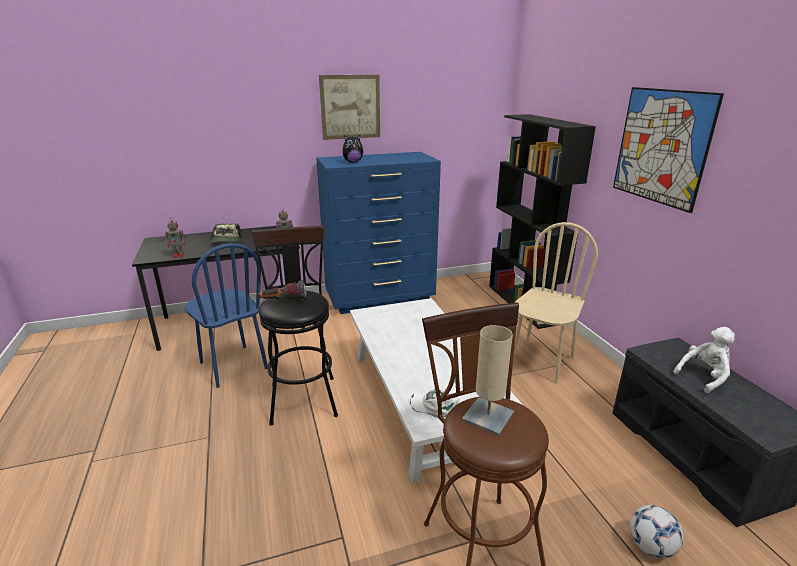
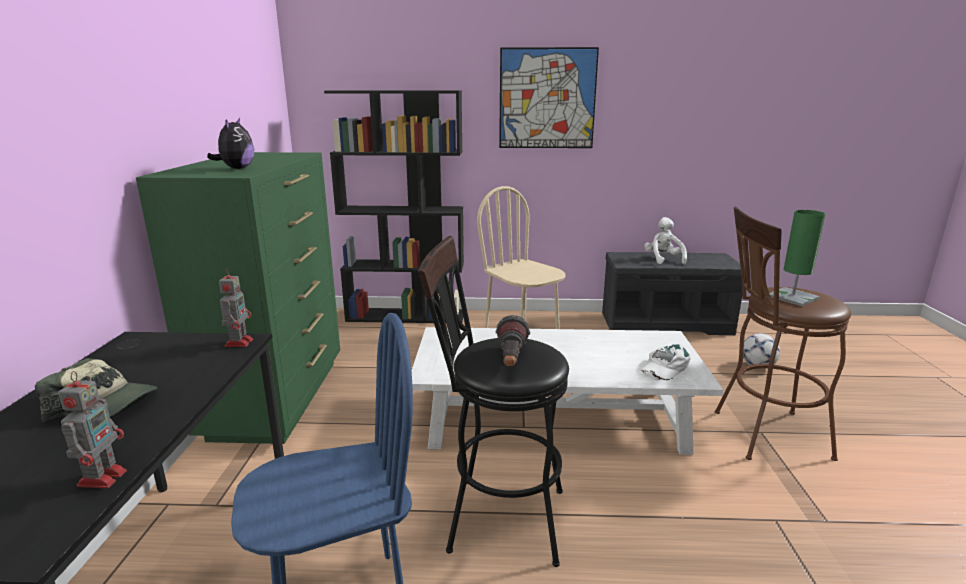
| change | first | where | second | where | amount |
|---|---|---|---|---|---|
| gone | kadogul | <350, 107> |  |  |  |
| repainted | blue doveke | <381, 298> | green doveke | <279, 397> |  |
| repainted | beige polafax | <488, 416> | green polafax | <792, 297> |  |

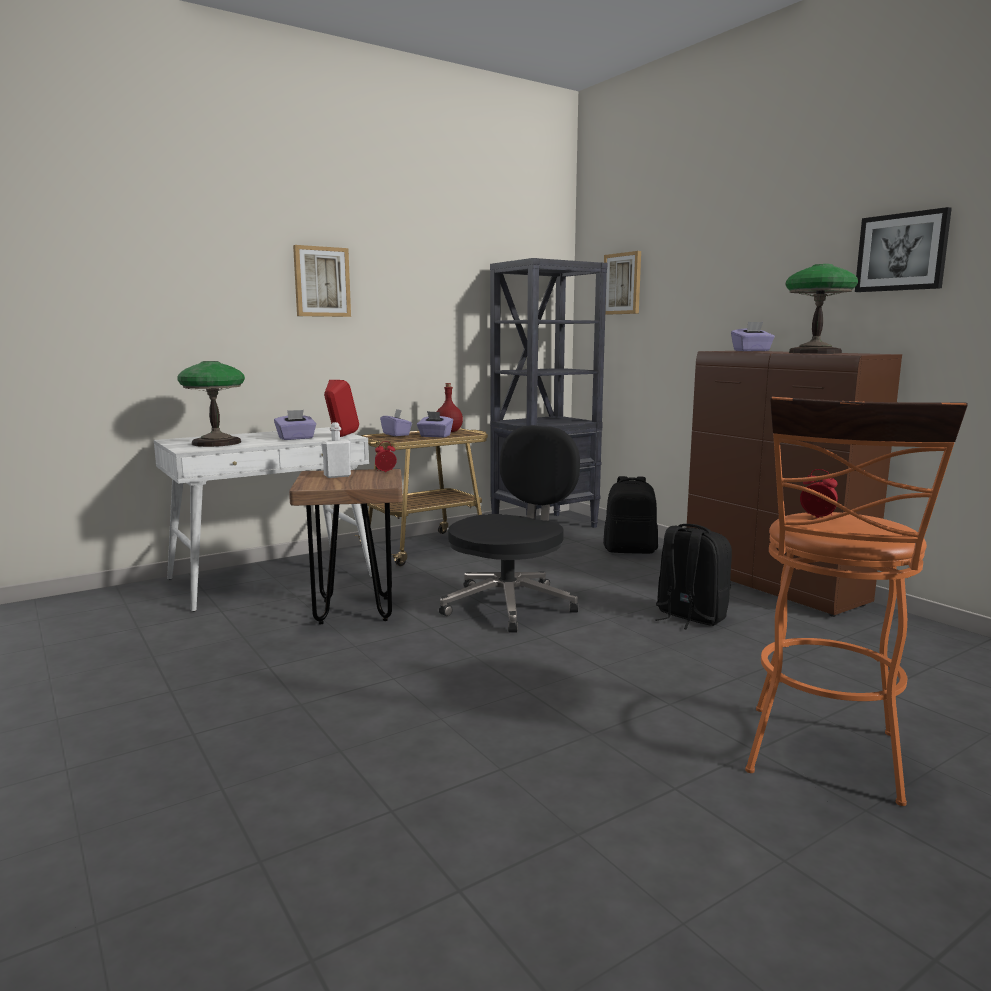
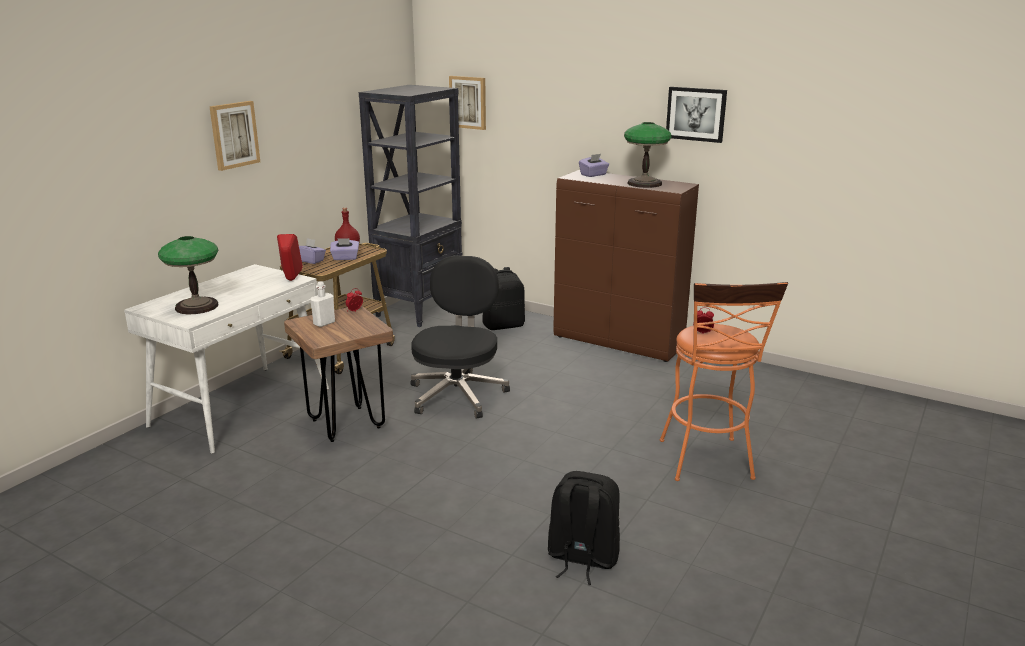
| change | first | where | second | where | amount |
|---|---|---|---|---|---|
| gone | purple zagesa | <296, 438> |  |  |  |
| shifted | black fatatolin | <689, 617> |  | <582, 558> |  |

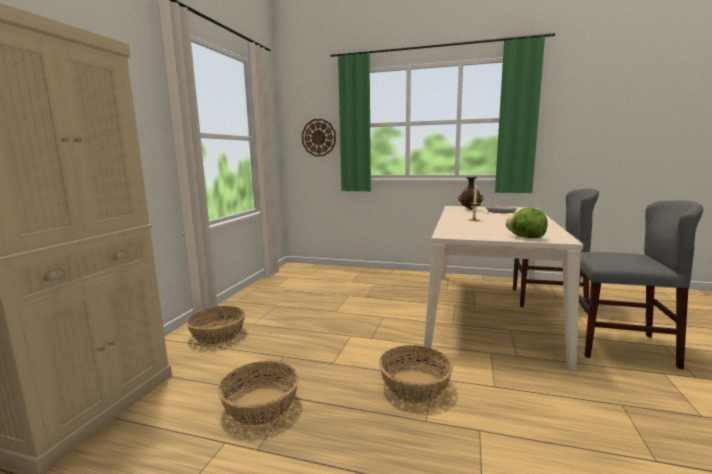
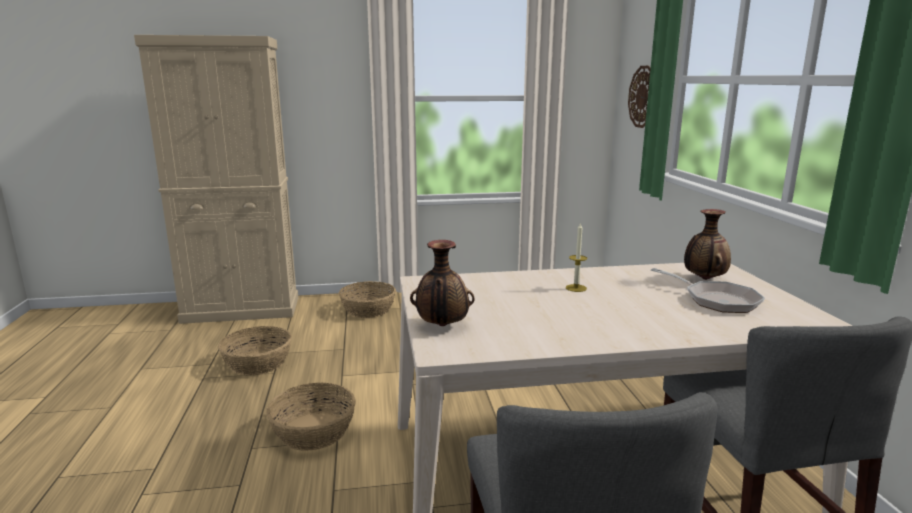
| change | first | where | second | where | amount |
|---|---|---|---|---|---|
| swapped | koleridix | <526, 237> | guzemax | <442, 326> |  |

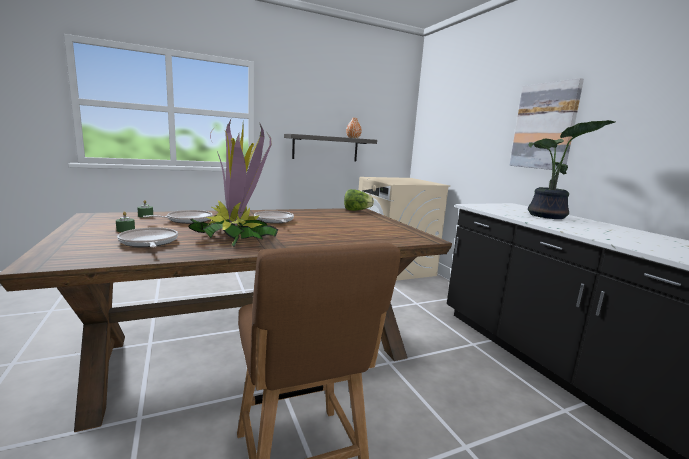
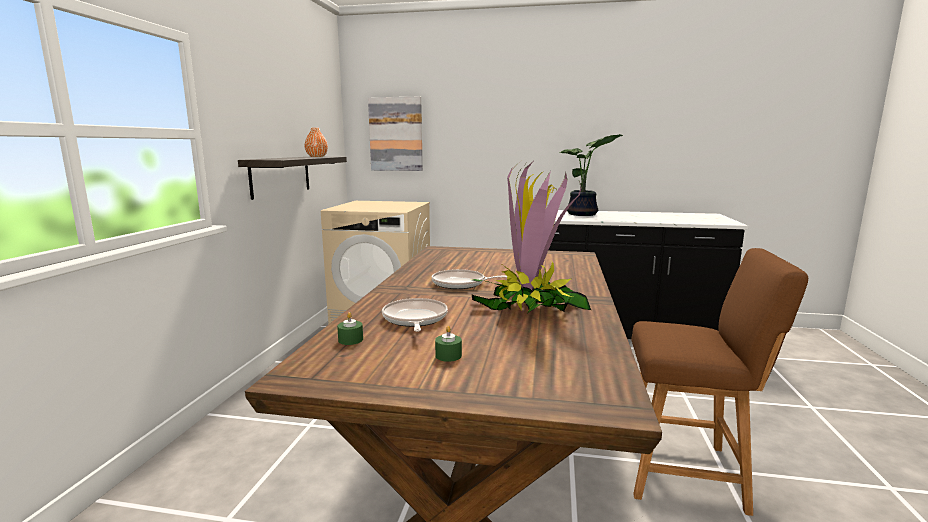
| change | first | where | second | where | amount |
|---|---|---|---|---|---|
| gone | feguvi | <149, 242> |  |  |  |
| gone | koleridix | <356, 210> |  |  |  |
| shifted | kadogul | <544, 126> |  | <396, 134> |  |

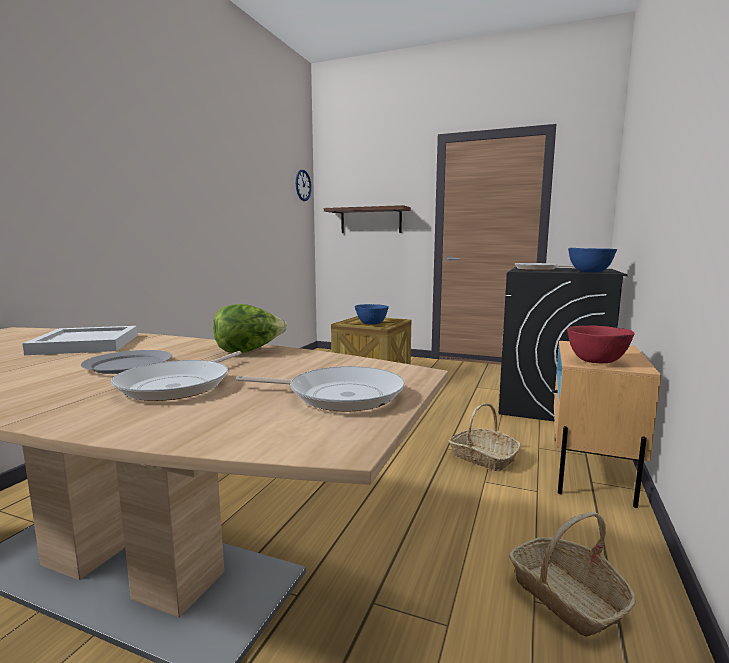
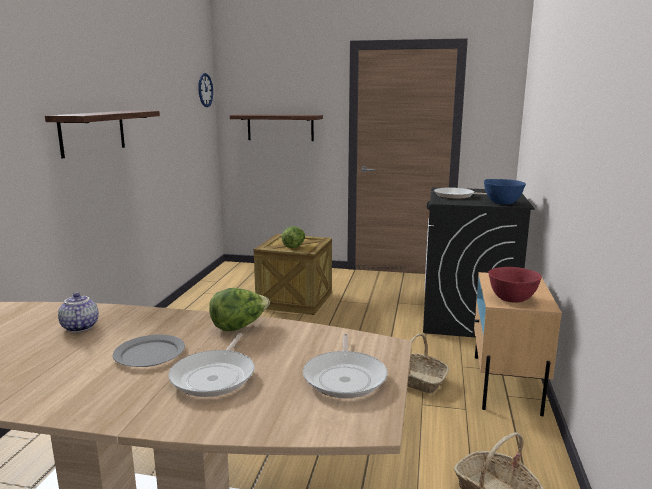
| change | first | where | second | where | amount |
|---|---|---|---|---|---|
| new |  |  | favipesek | <93, 132> |  |
| swapped | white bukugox | <84, 344> | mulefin | <79, 327> |  |
| swapped | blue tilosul | <371, 324> | koleridix | <294, 246> |  |
| rotated | feguvi | <339, 395> |  | <345, 377> | 90 degrees clockwise |

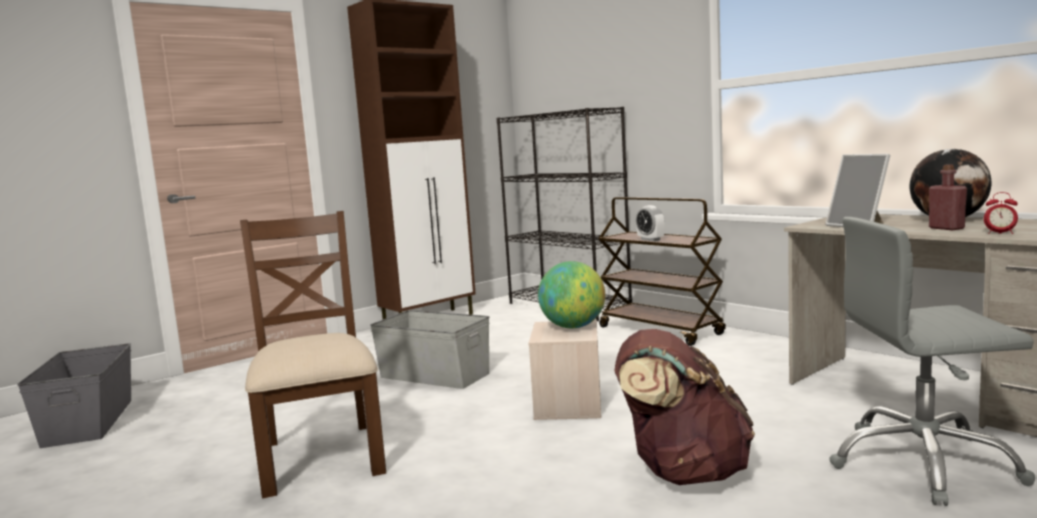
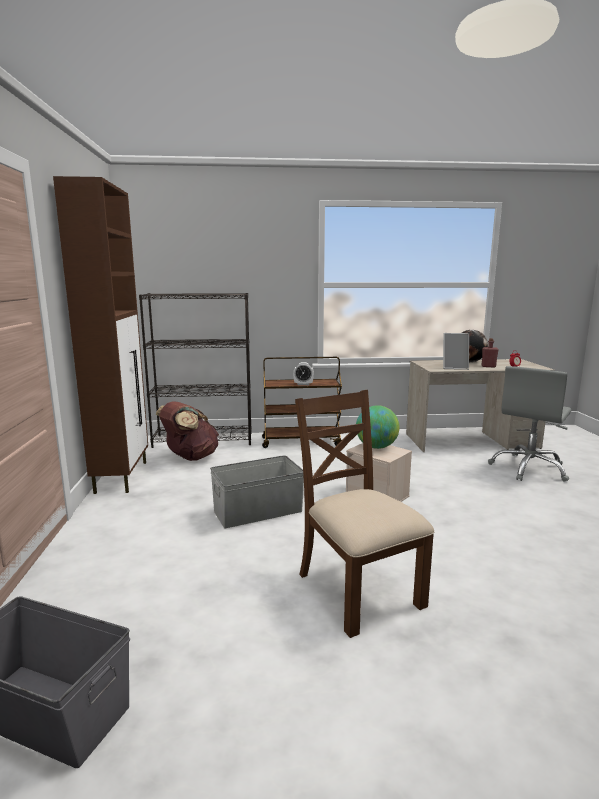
| change | first | where | second | where | amount |
|---|---|---|---|---|---|
| shifted | brown fatatolin | <682, 472> |  | <190, 457> |  |
| rotated | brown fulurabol | <322, 457> |  | <357, 589> | 45 degrees clockwise |

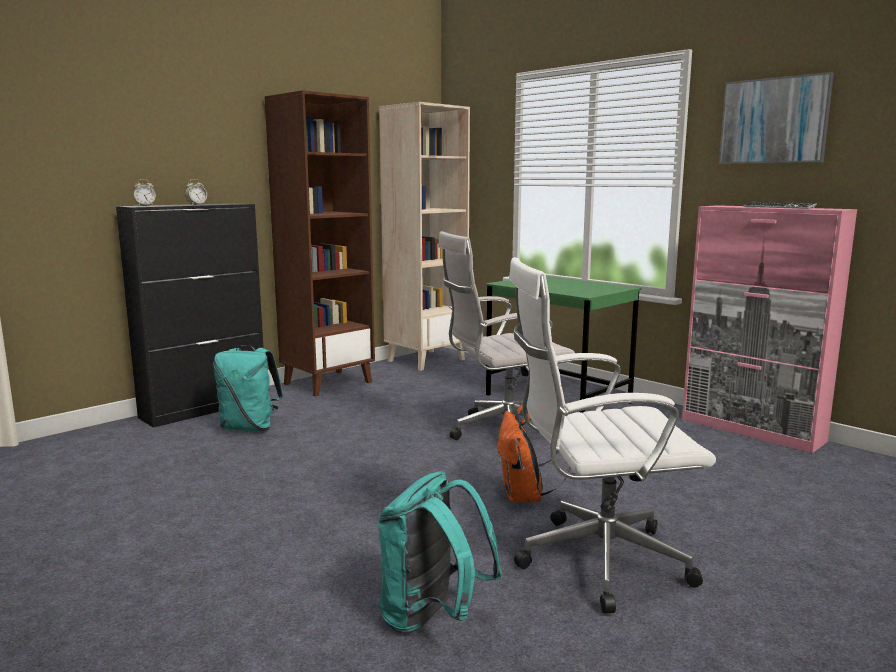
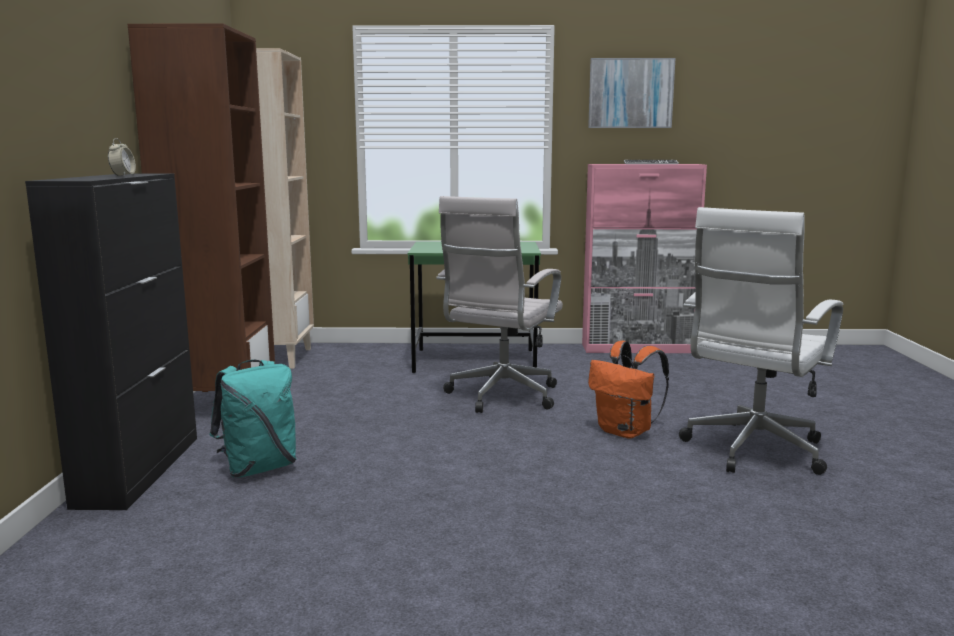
| change | first | where | second | where | amount |
|---|---|---|---|---|---|
| gone | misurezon | <145, 206> |  |  |  |
| gone | turquoise fatatolin | <432, 618> |  |  |  |

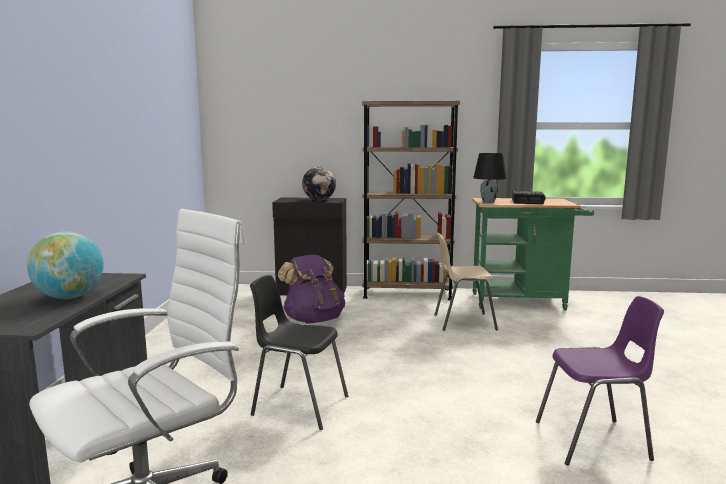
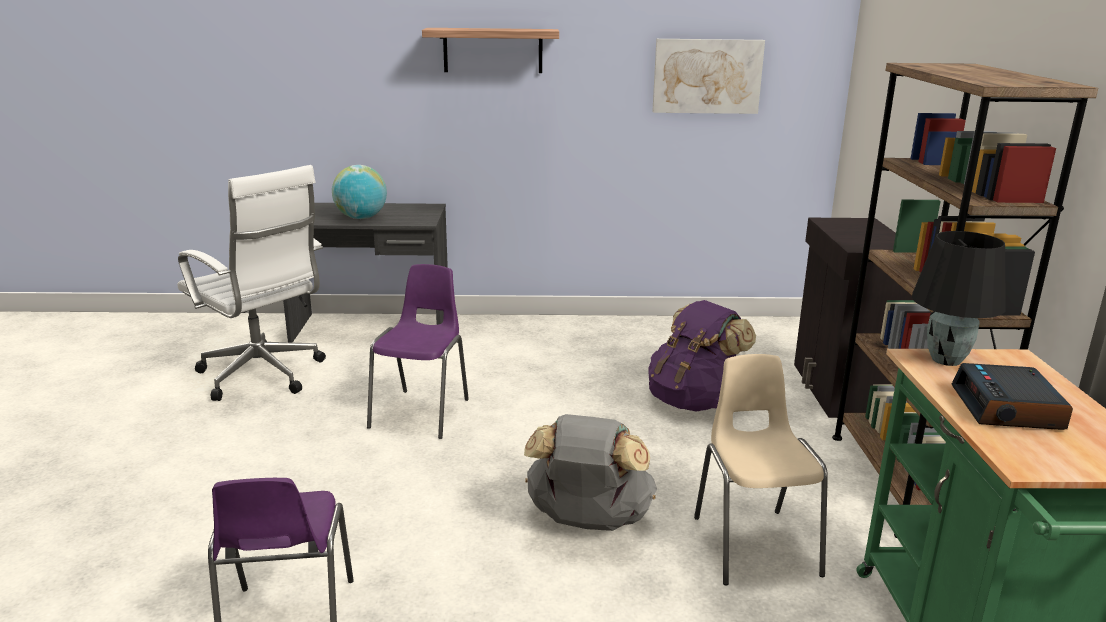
| change | first | where | second | where | amount |
|---|---|---|---|---|---|
| gone | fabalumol | <319, 200> |  |  |  |
| new |  |  | favipesek | <493, 50> |  |
| new |  |  | grey fatatolin | <588, 522> |  |
| new |  |  | kadogul | <707, 76> |  |
| repainted | black fulurabol | <298, 405> | purple fulurabol | <422, 412> |  |

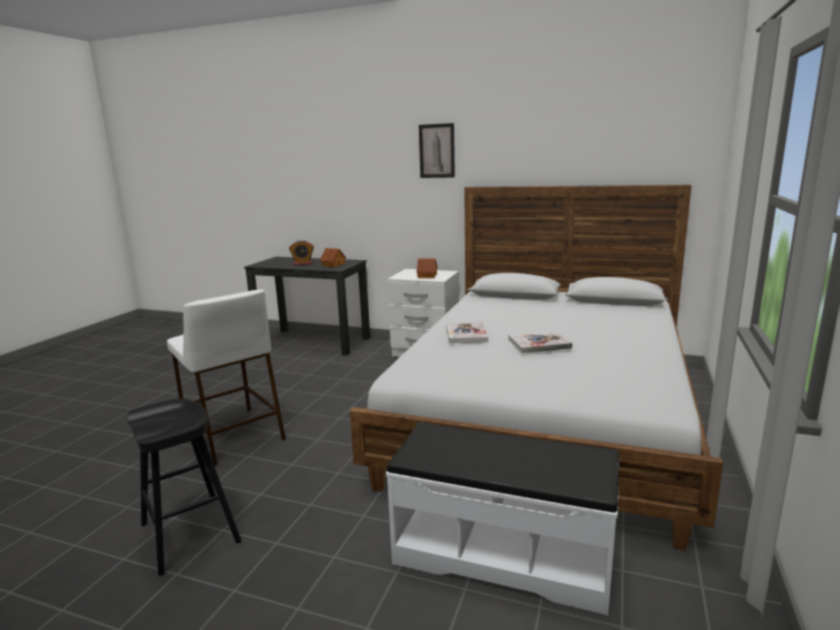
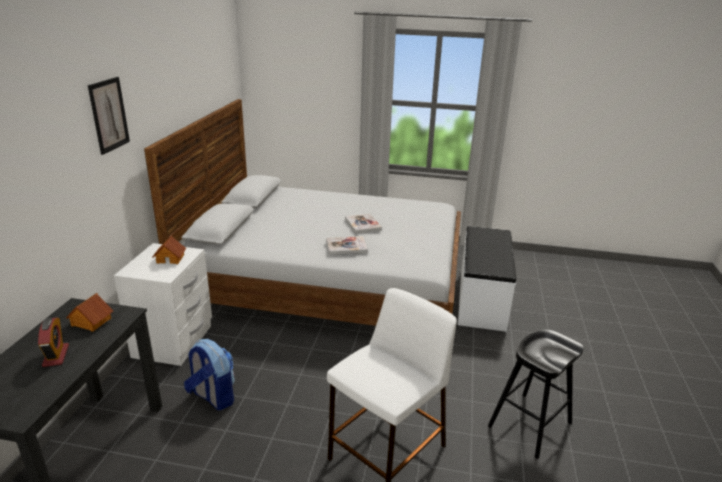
| change | first | where | second | where | amount |
|---|---|---|---|---|---|
| new |  |  | fatatolin | <212, 397> |  |

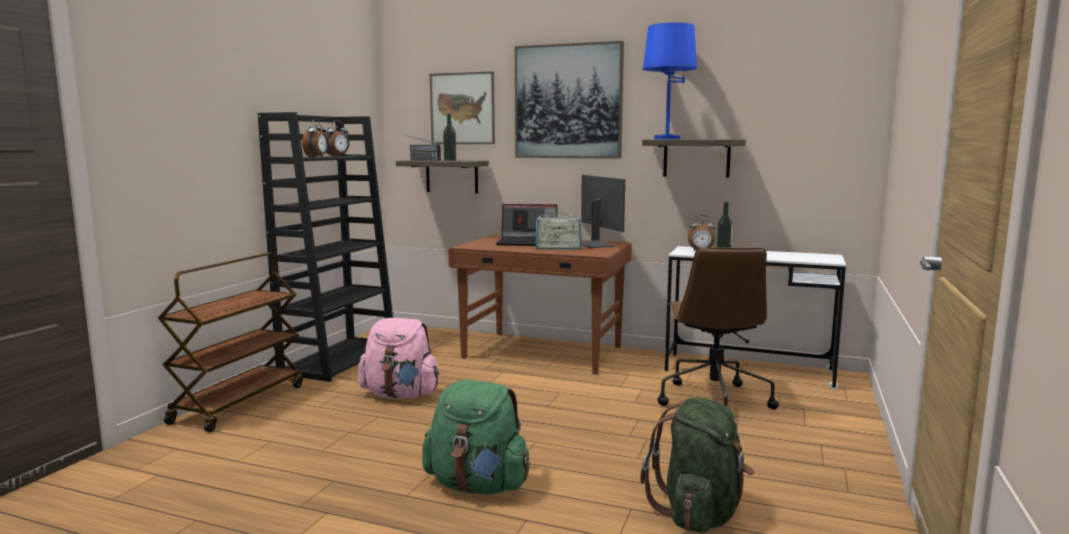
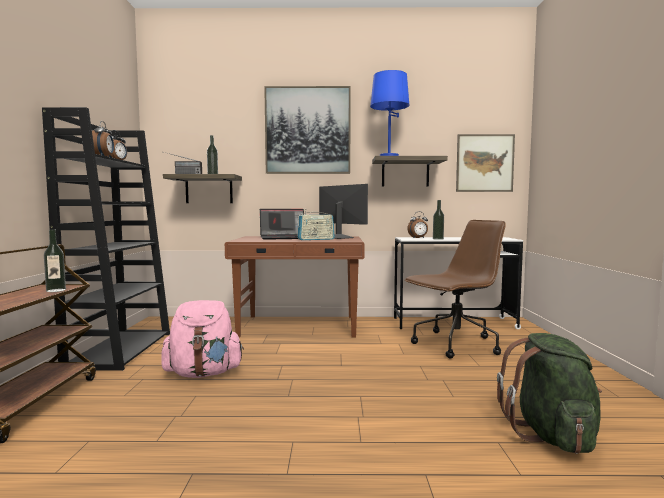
| change | first | where | second | where | amount |
|---|---|---|---|---|---|
| gone | green fatatolin | <477, 485> |  |  |  |
| new |  |  | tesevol | <56, 290> |  |
| shifted | kadogul | <462, 108> |  | <485, 163> |  |
| rotated | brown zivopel | <713, 400> |  | <455, 345> | 105 degrees counterclockwise |

